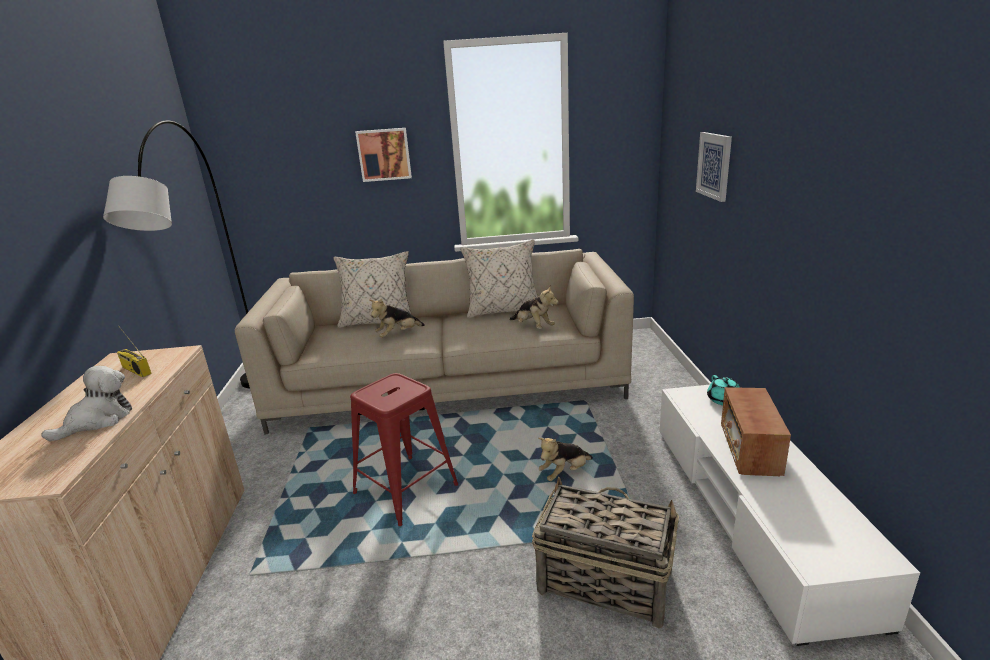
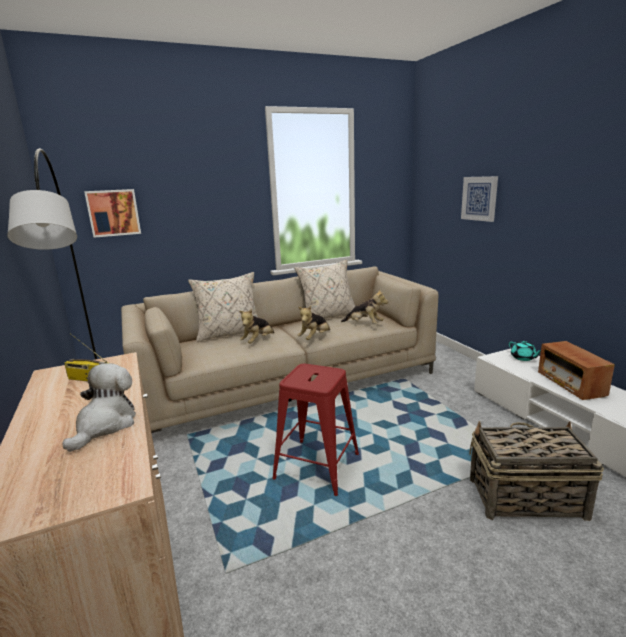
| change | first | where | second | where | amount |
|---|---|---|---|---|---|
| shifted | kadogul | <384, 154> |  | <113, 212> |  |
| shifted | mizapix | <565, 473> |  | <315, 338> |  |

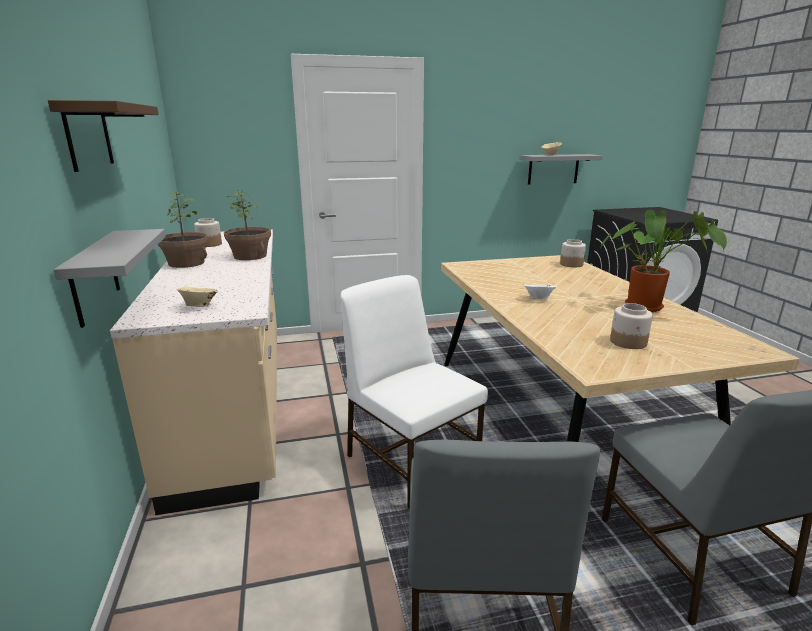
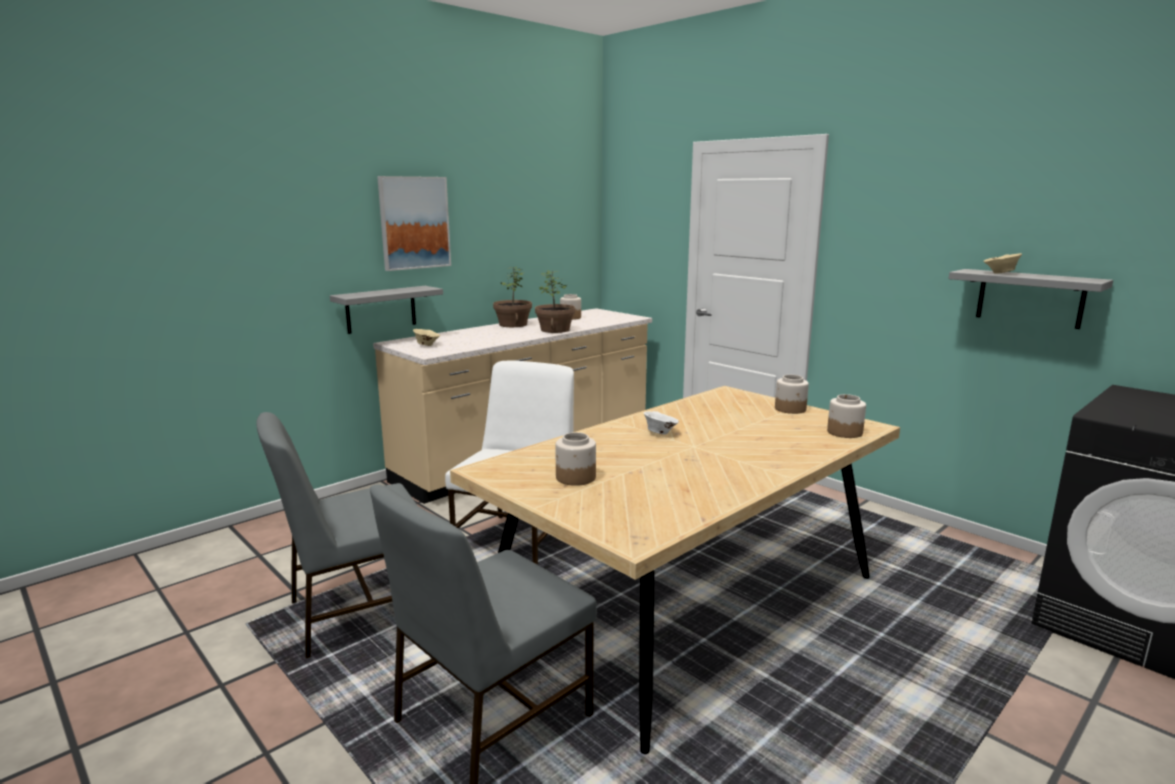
| change | first | where | second | where | amount |
|---|---|---|---|---|---|
| gone | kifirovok | <647, 307> |  |  |  |
| new |  |  | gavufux | <790, 409> |  |
| swapped | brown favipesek | <88, 136> | kadogul | <414, 223> |  |

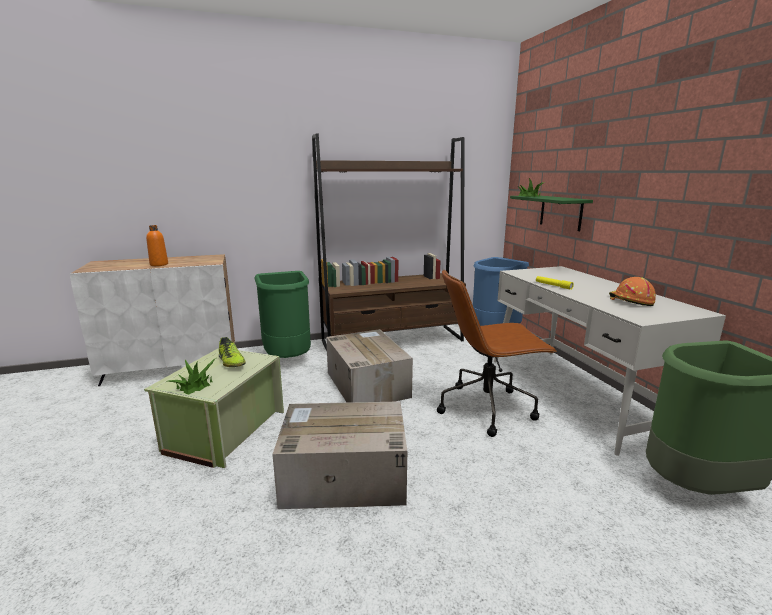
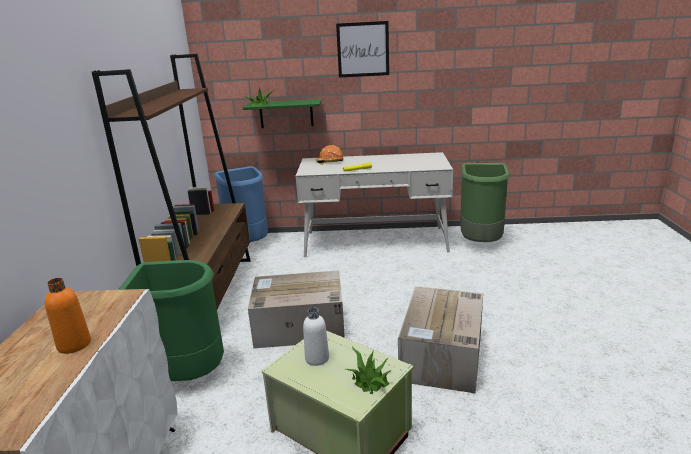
| change | first | where | second | where | amount |
|---|---|---|---|---|---|
| gone | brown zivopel | <487, 408> |  |  |  |
| new |  |  | kadogul | <363, 49> |  |
| shifted | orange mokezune | <630, 301> |  | <329, 162> |  |
| swapped | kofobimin | <231, 362> | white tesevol | <317, 358> |  |

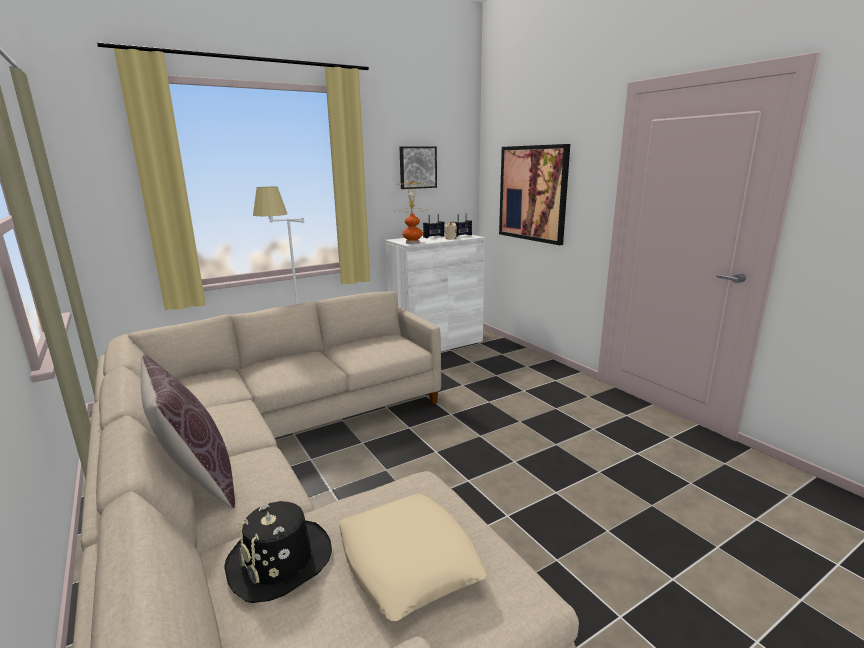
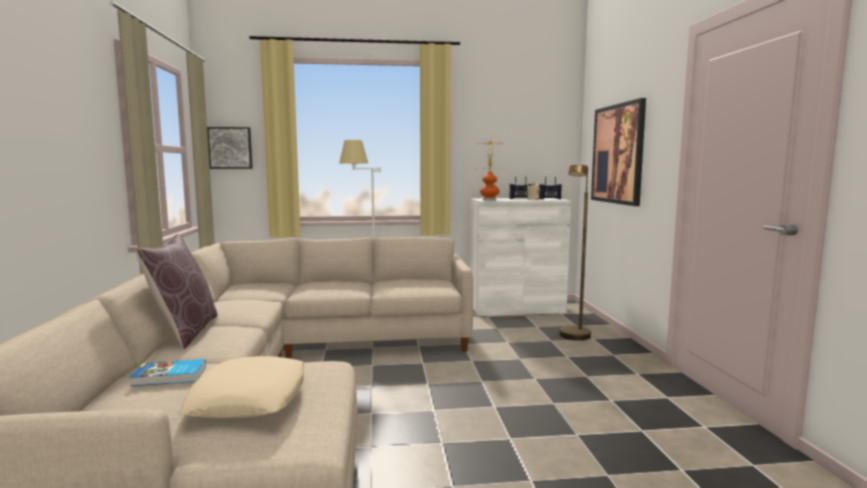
| change | first | where | second | where | amount |
|---|---|---|---|---|---|
| new |  |  | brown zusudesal | <574, 338> |  |
| shifted | kadogul | <417, 167> |  | <230, 148> |  |
| swapped | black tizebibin | <280, 561> | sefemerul | <169, 376> |  |

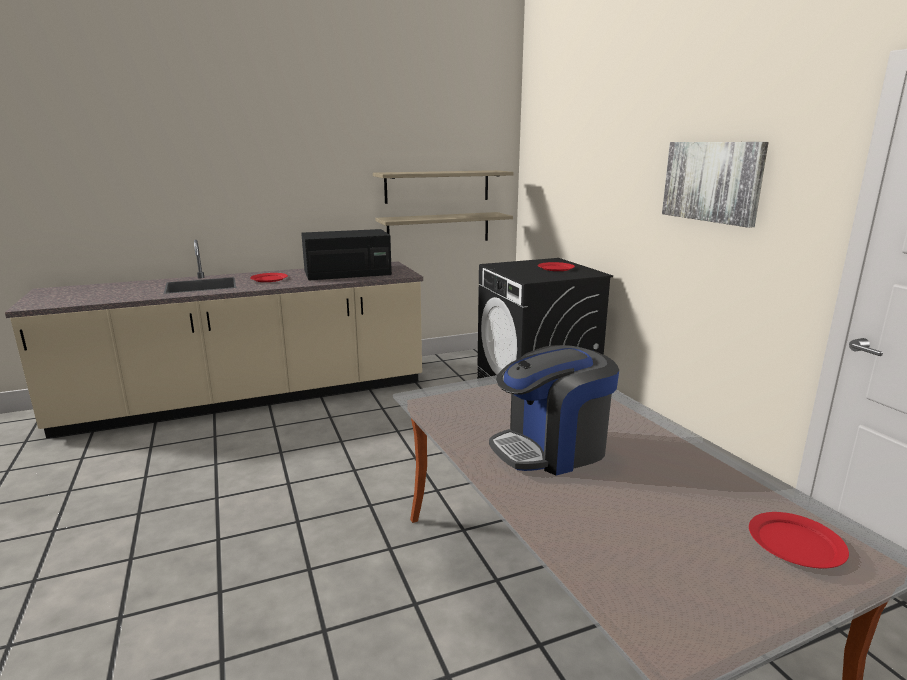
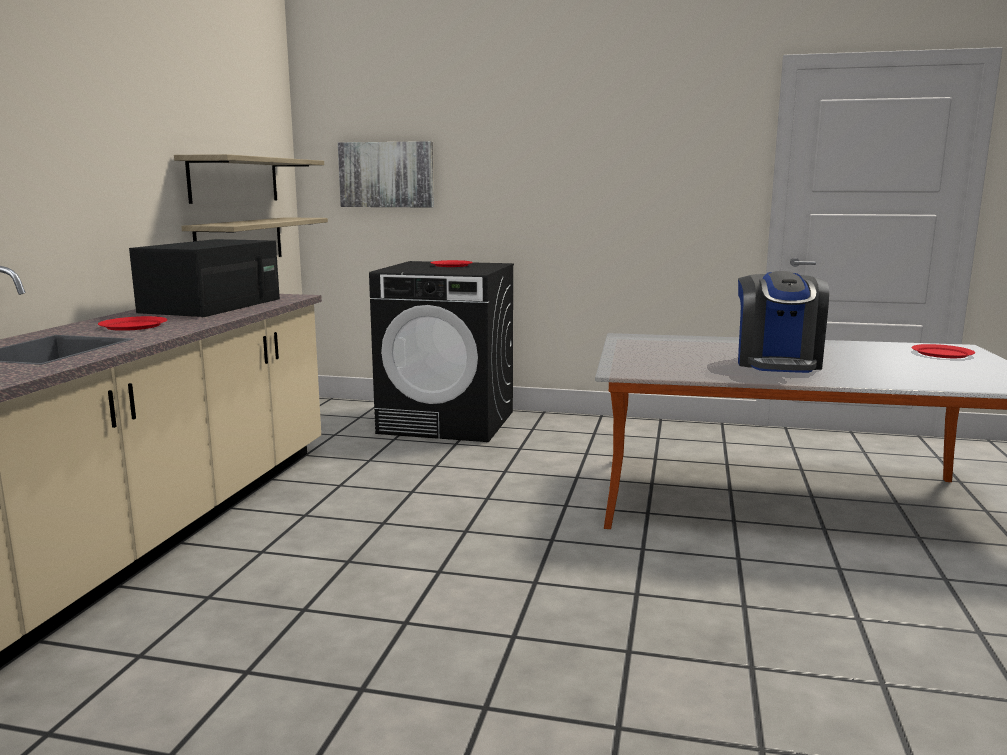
| change | first | where | second | where | amount |
|---|---|---|---|---|---|
| shifted | kadogul | <712, 181> |  | <386, 174> |  |

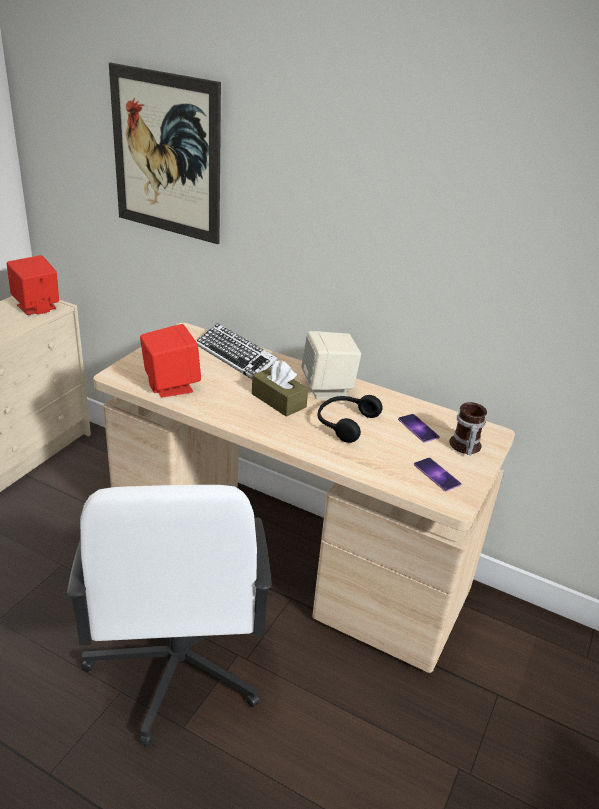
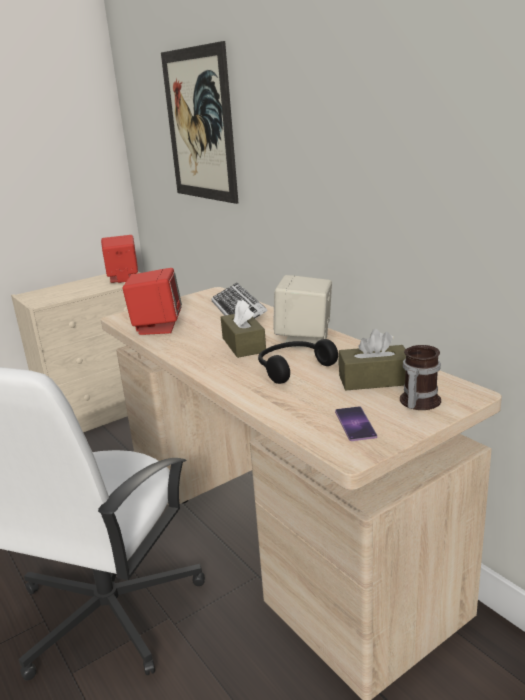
| change | first | where | second | where | amount |
|---|---|---|---|---|---|
| swapped | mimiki | <418, 428> | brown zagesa | <374, 380> |  |

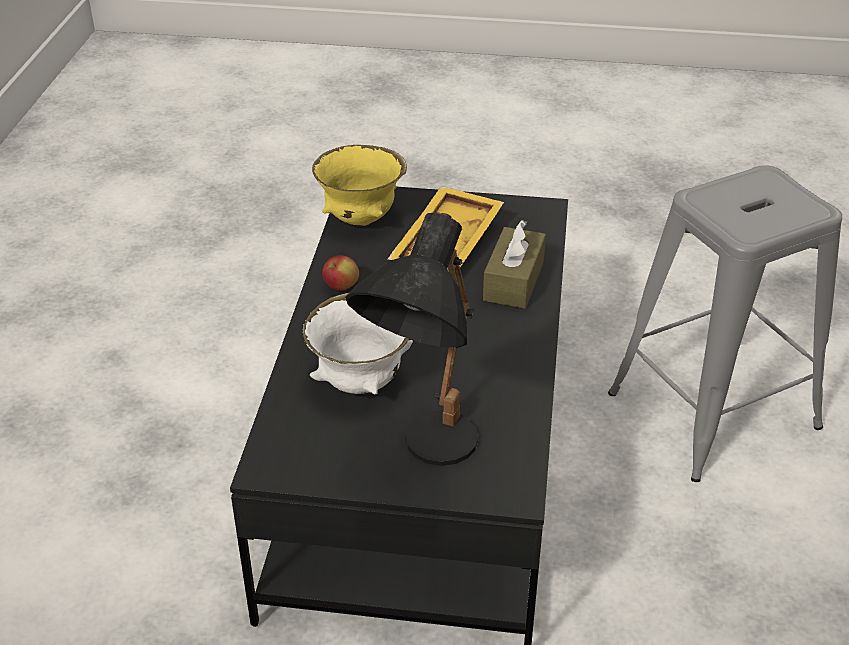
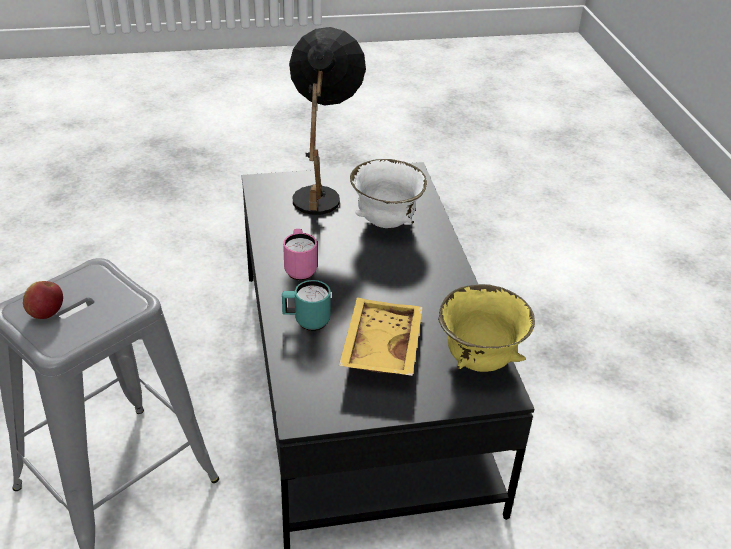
| change | first | where | second | where | amount |
|---|---|---|---|---|---|
| new |  |  | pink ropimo | <300, 269> |  |
| shifted | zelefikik | <341, 287> |  | <46, 313> |  |
| swapped | brown zagesa | <513, 281> | turquoise ropimo | <306, 322> |  |

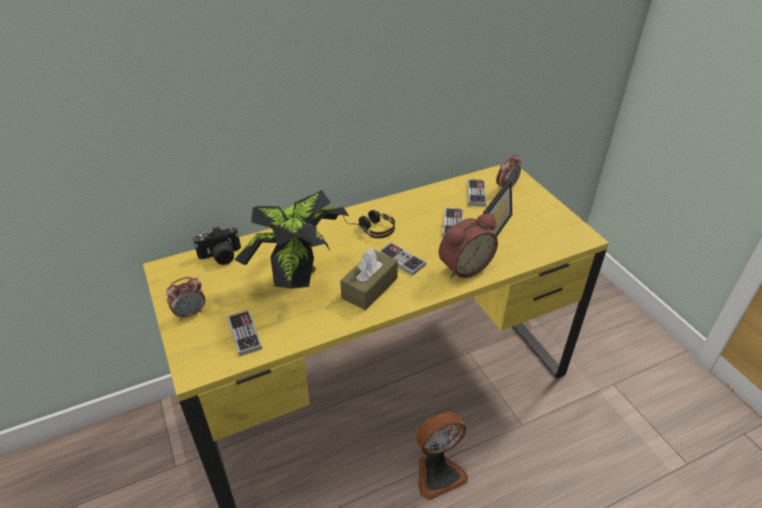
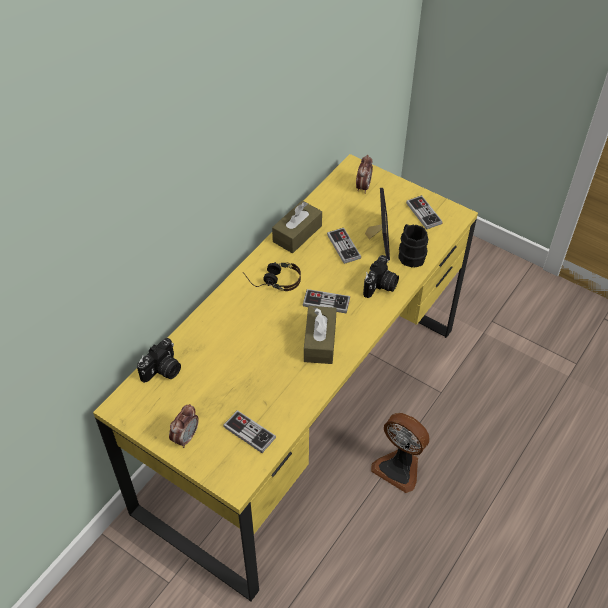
| change | first | where | second | where | amount |
|---|---|---|---|---|---|
| gone | kifirovok | <299, 276> |  |  |  |
| new |  |  | brown zagesa | <297, 234> |  |
| new |  |  | black ropimo | <410, 254> |  |
| shifted | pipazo | <476, 194> |  | <423, 213> |  |
| swapped | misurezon | <463, 266> | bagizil | <381, 286> |  |
| rotated | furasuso | <437, 473> |  | <399, 467> | 90 degrees clockwise |

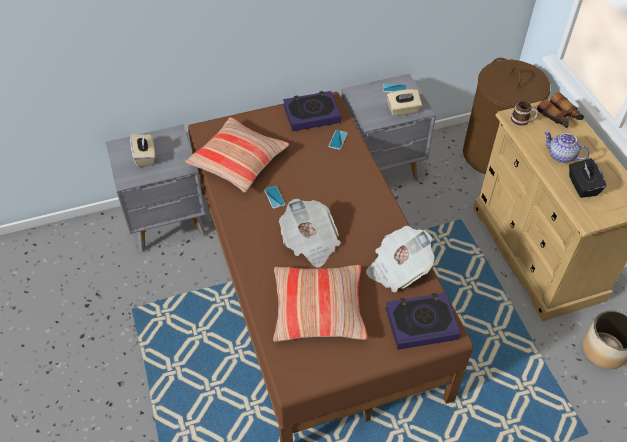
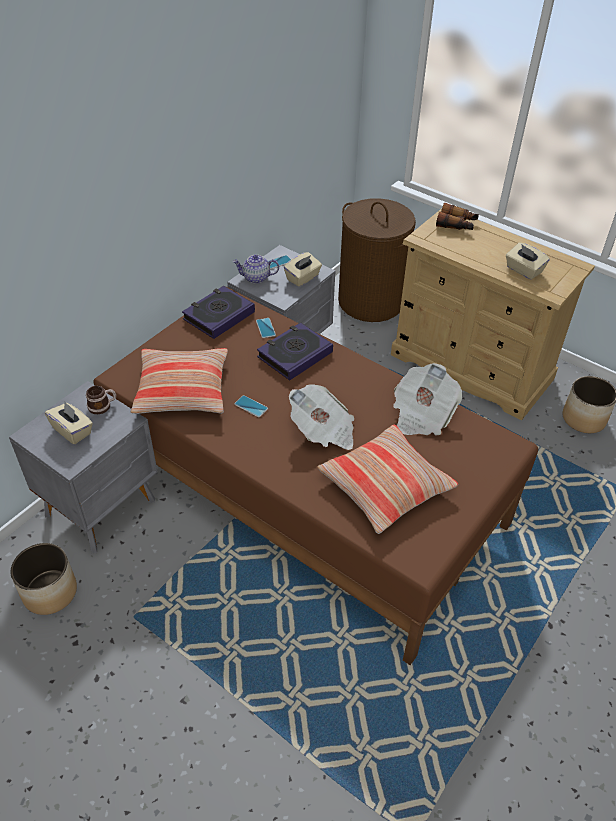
| change | first | where | second | where | amount |
|---|---|---|---|---|---|
| new |  |  | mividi | <50, 592> |  |
| shifted | sefemerul | <421, 323> |  | <294, 355> |  |
| shifted | ropimo | <523, 120> |  | <102, 406> |  |
| shifted | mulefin | <561, 156> |  | <256, 278> |  |
| repainted | black zagesa | <582, 186> | beige zagesa | <523, 270> |  |

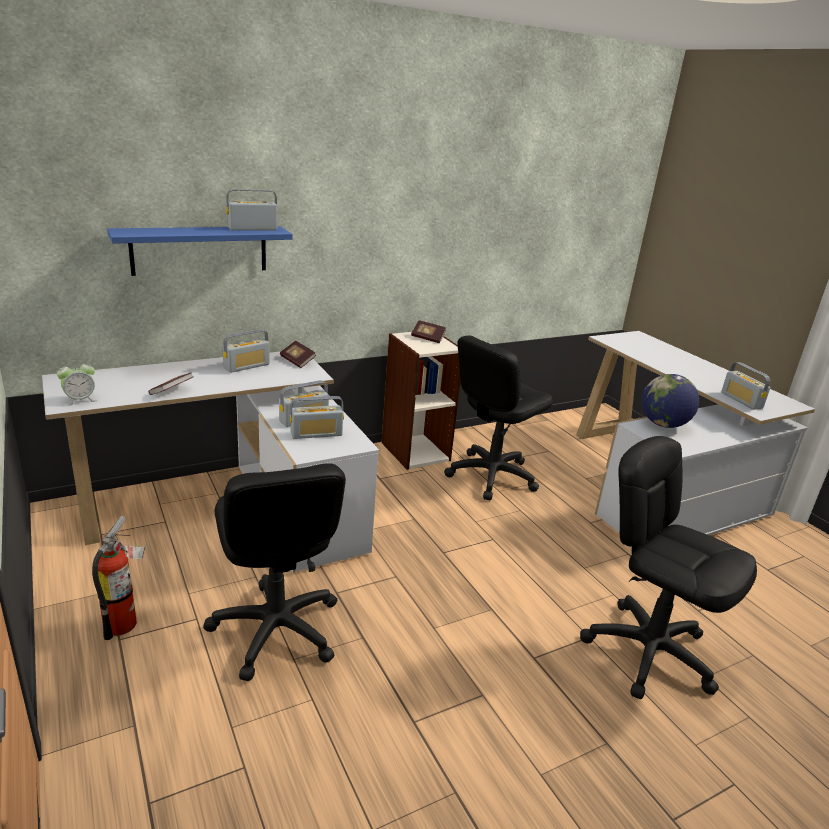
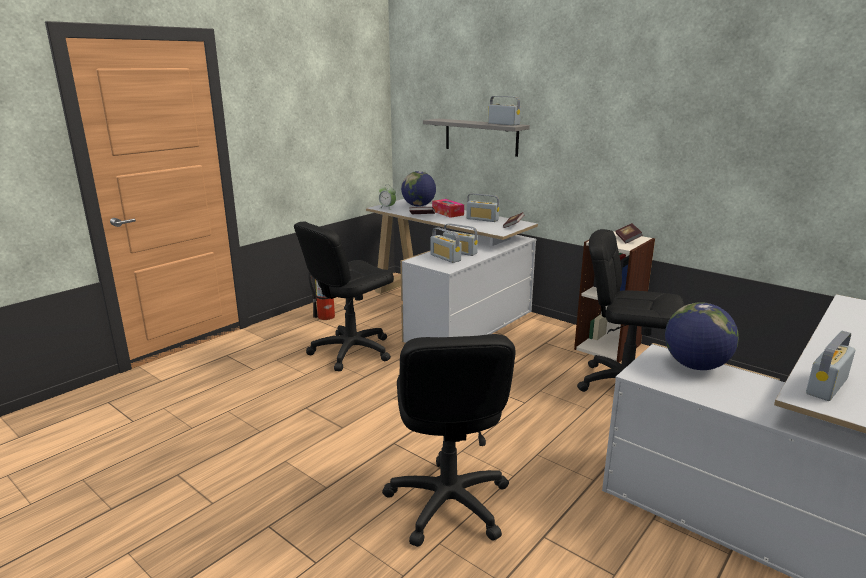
| change | first | where | second | where | amount |
|---|---|---|---|---|---|
| new |  |  | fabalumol | <418, 206> |  |
| new |  |  | zagesa | <448, 213> |  |
| repainted | blue favipesek | <200, 250> | grey favipesek | <481, 137> |  |
| rotated | black zivopel | <648, 651> |  | <447, 503> | 150 degrees clockwise |

